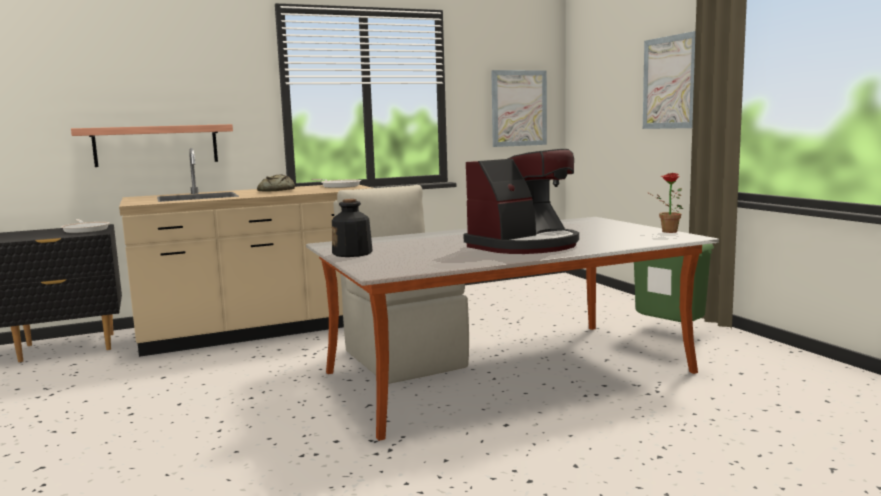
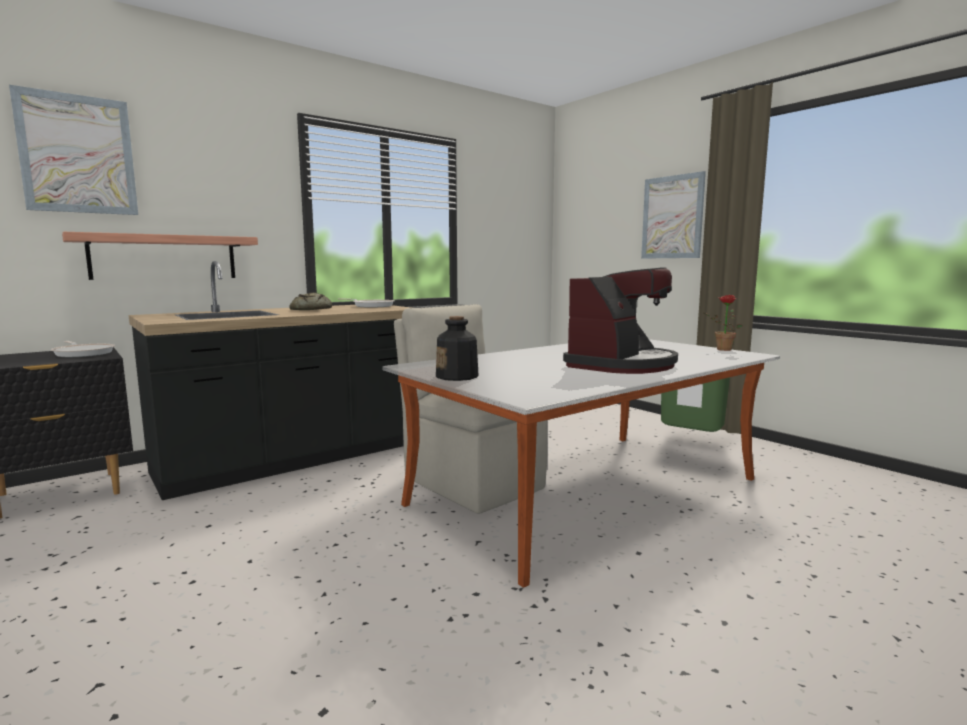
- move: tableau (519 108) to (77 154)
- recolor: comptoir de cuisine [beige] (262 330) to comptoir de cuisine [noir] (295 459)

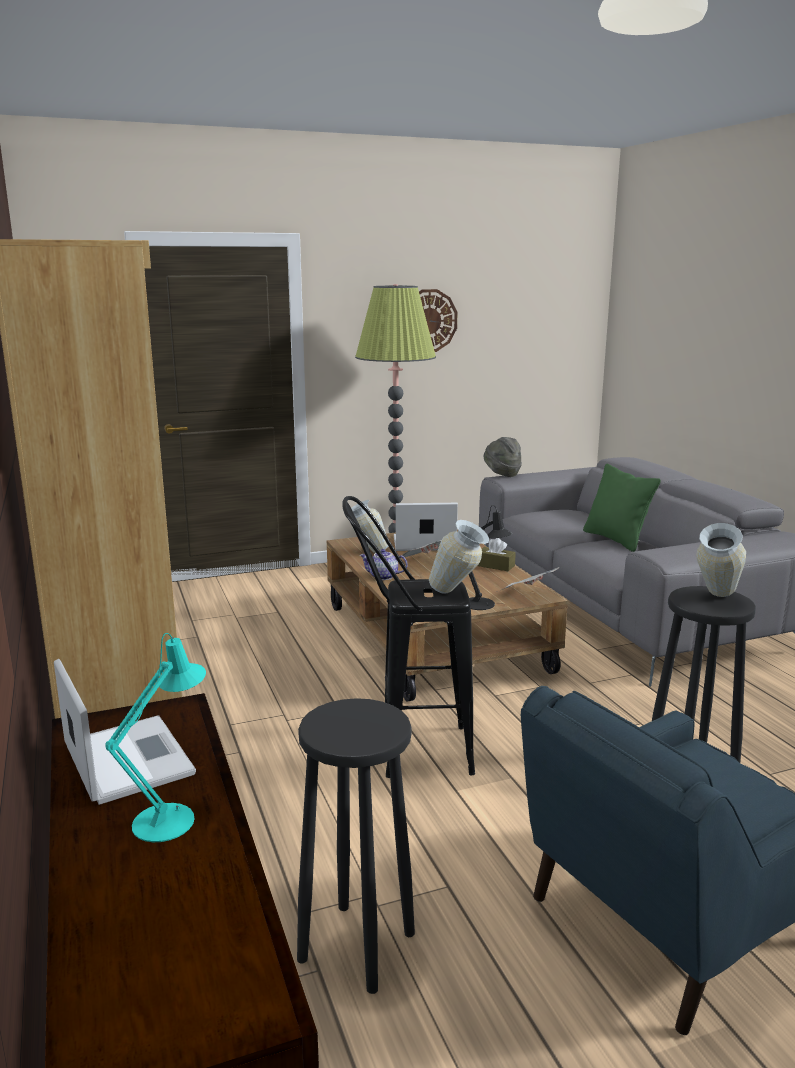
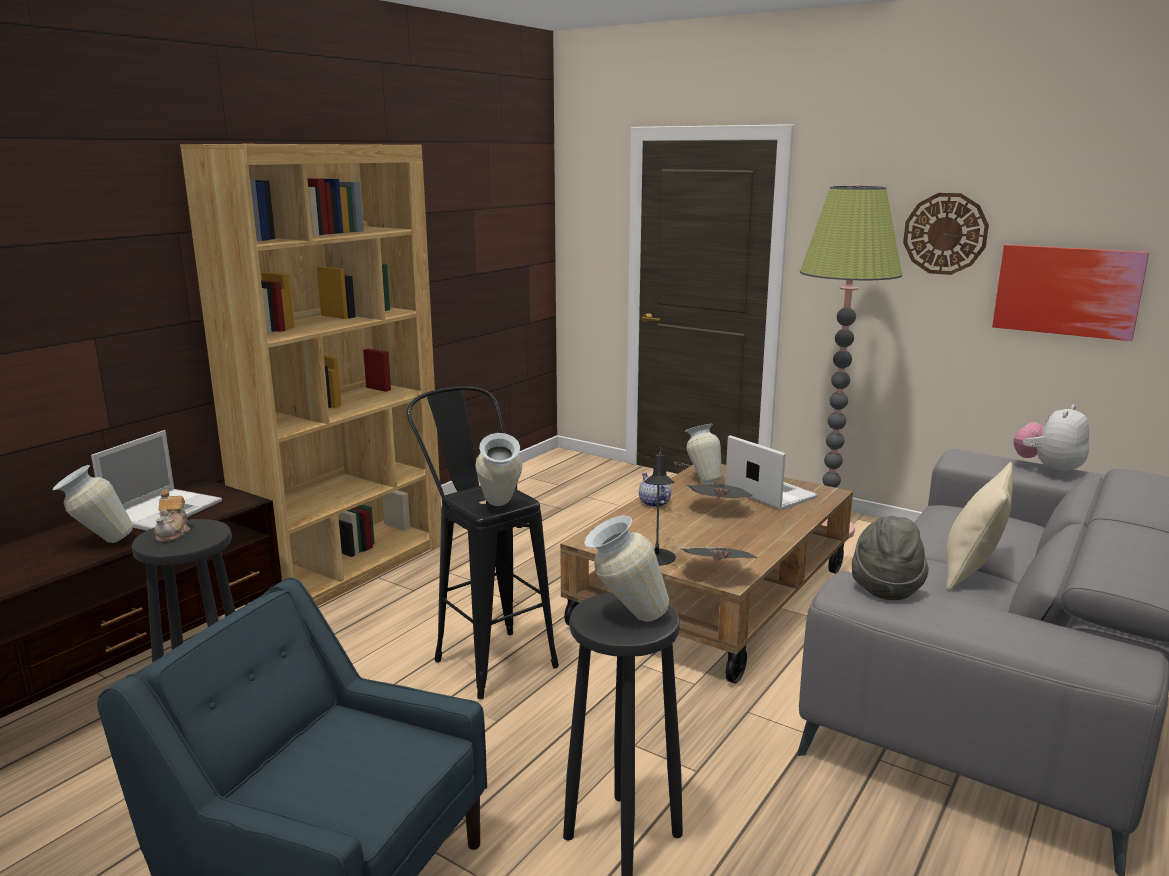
- delete: boîte à mouchoirs [marron] (495 566)
- insert: théière (173 533)
- insert: tableau (1067 291)
- insert: peluche (1048 469)
- move: chapeau [gris] (502 474) to (885 586)
- replace: lampe de table [turquoise] (171 817) to vase (98 542)
- recolor: coussin [vert] (616 540) to coussin [beige] (971 572)

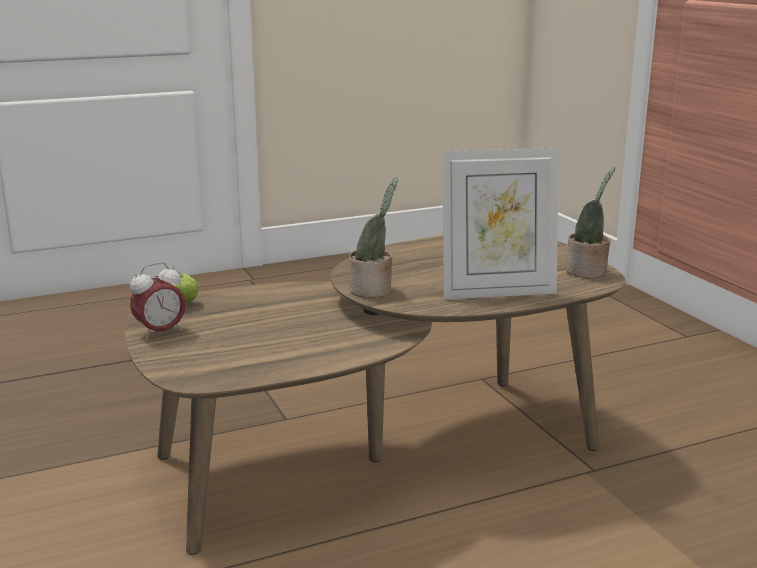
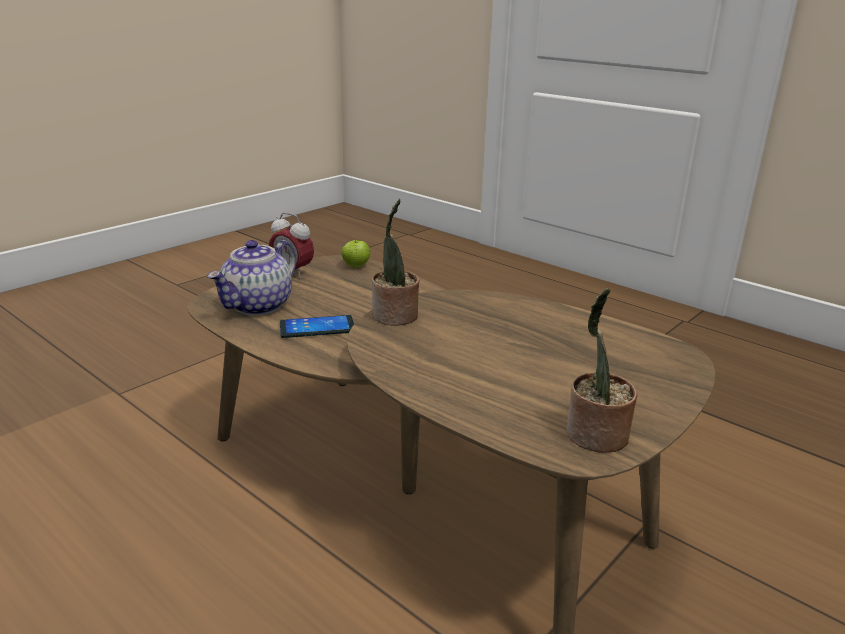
- delete: cadre photo (497 292)
- insert: théière (258 306)
- insert: téléphone (317 328)

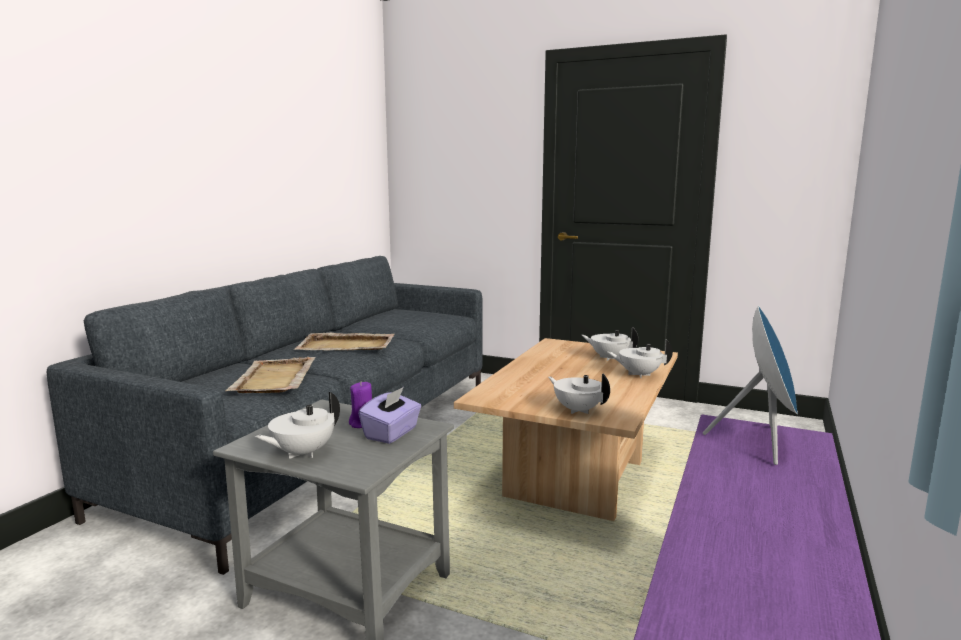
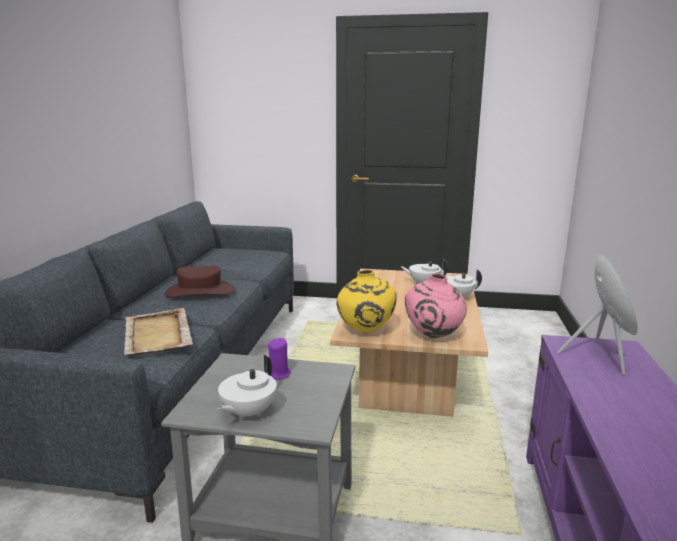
- delete: boîte à mouchoirs [violet] (392 433)
- insert: vase [jaune] (365 332)
- replace: plateau [beige] (347 345) to chapeau [marron] (200 292)
- replace: théière [blanc] (577 410) to vase [rose] (433 336)

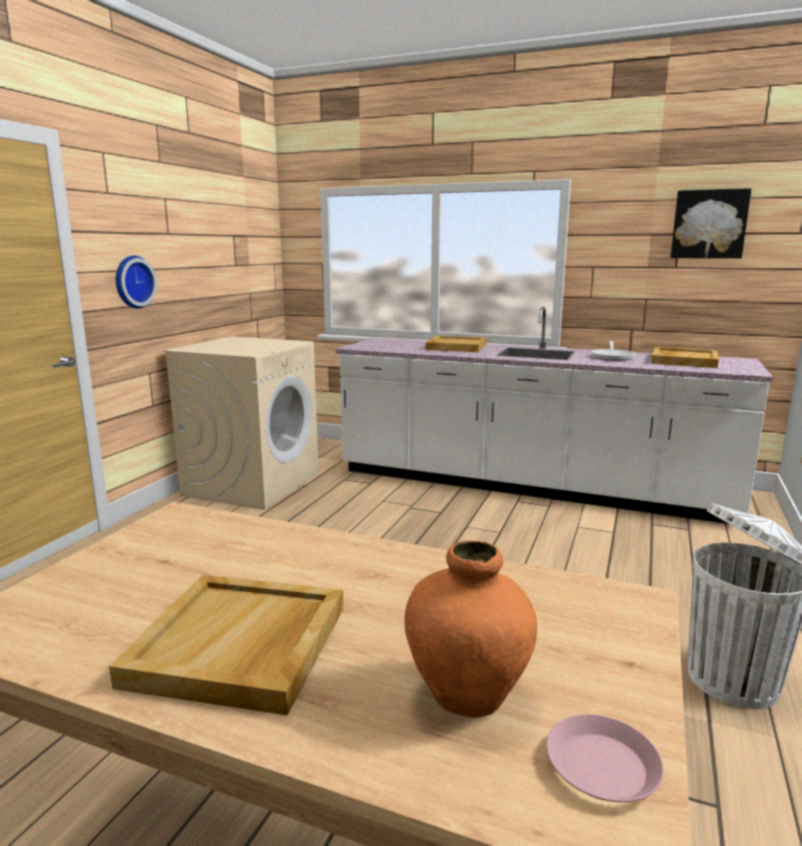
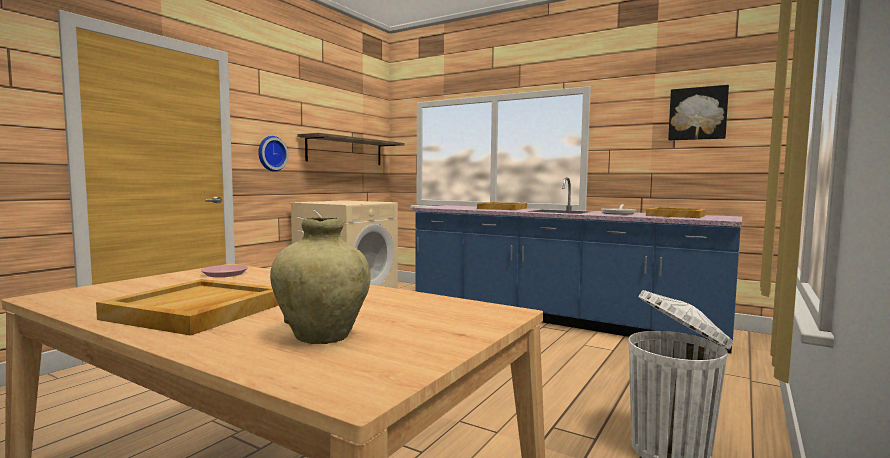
- insert: étagère (345 151)
- move: assiette [rose] (601 765) to (225 274)
- recolor: comptoir de cuisine [blanc] (529 486) to comptoir de cuisine [bleu] (557 318)
- recolor: vase [orange] (467 695) to vase [beige] (322 337)

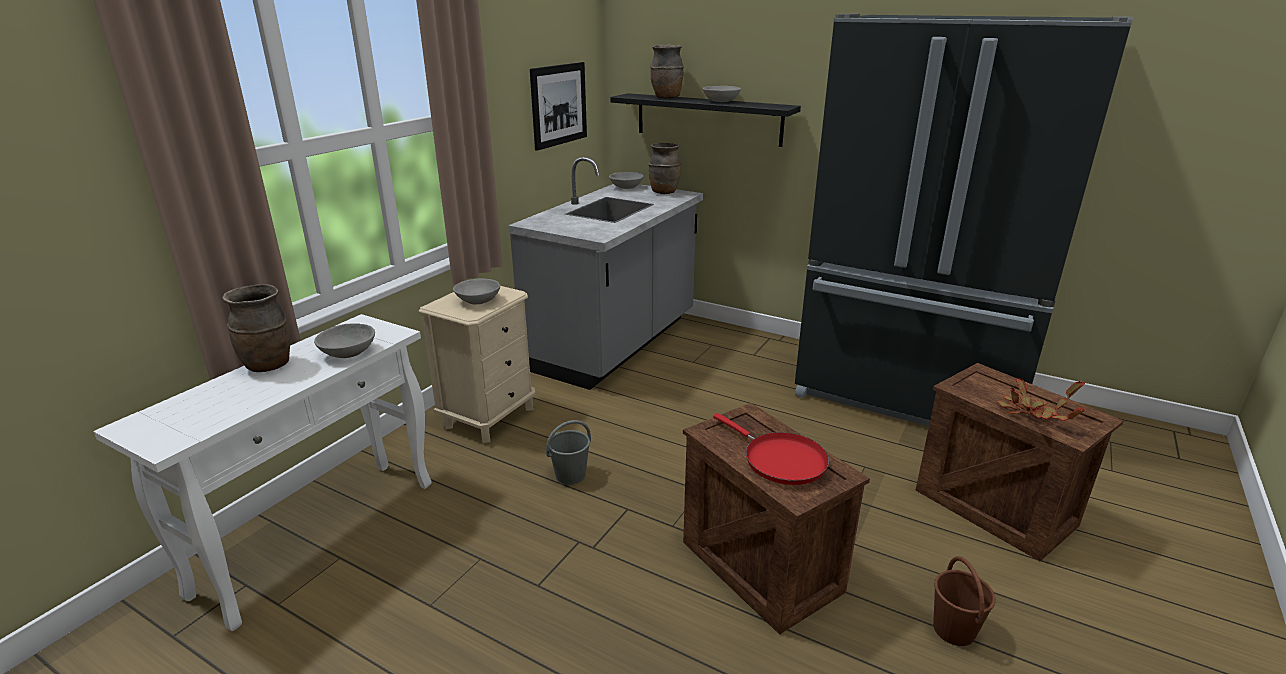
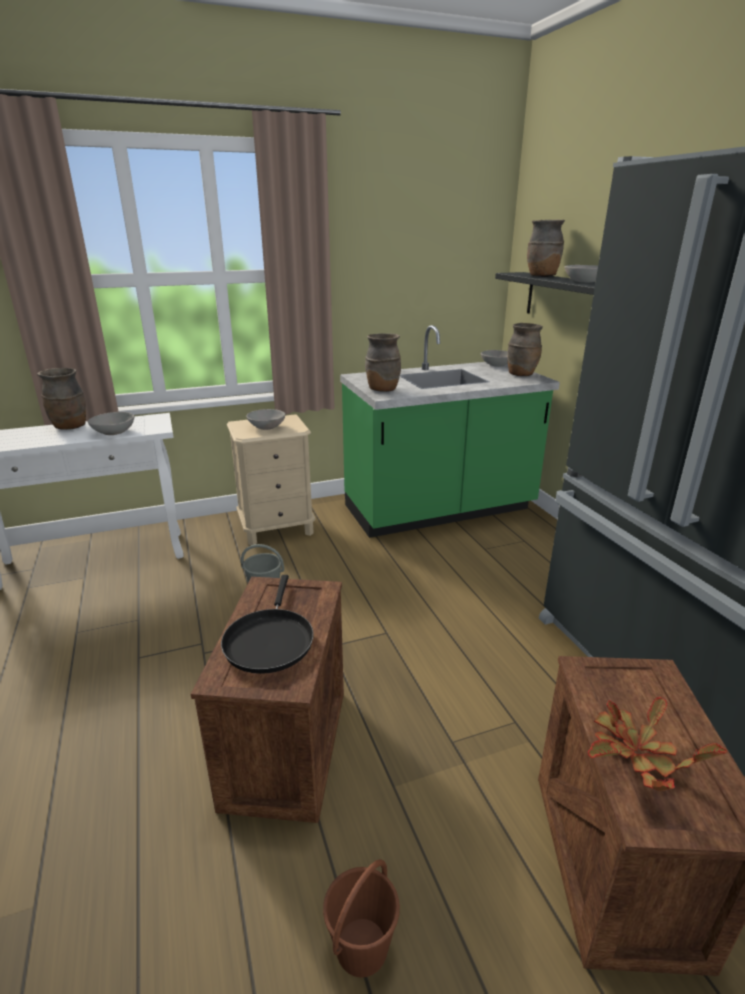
- delete: tableau (559 105)
- insert: vase [marron] (382 390)
- recolor: comptoir de cuisine [gris] (615 344) to comptoir de cuisine [vert] (439 510)
- recolor: poêle [rouge] (780 460) to poêle [noir] (269 640)

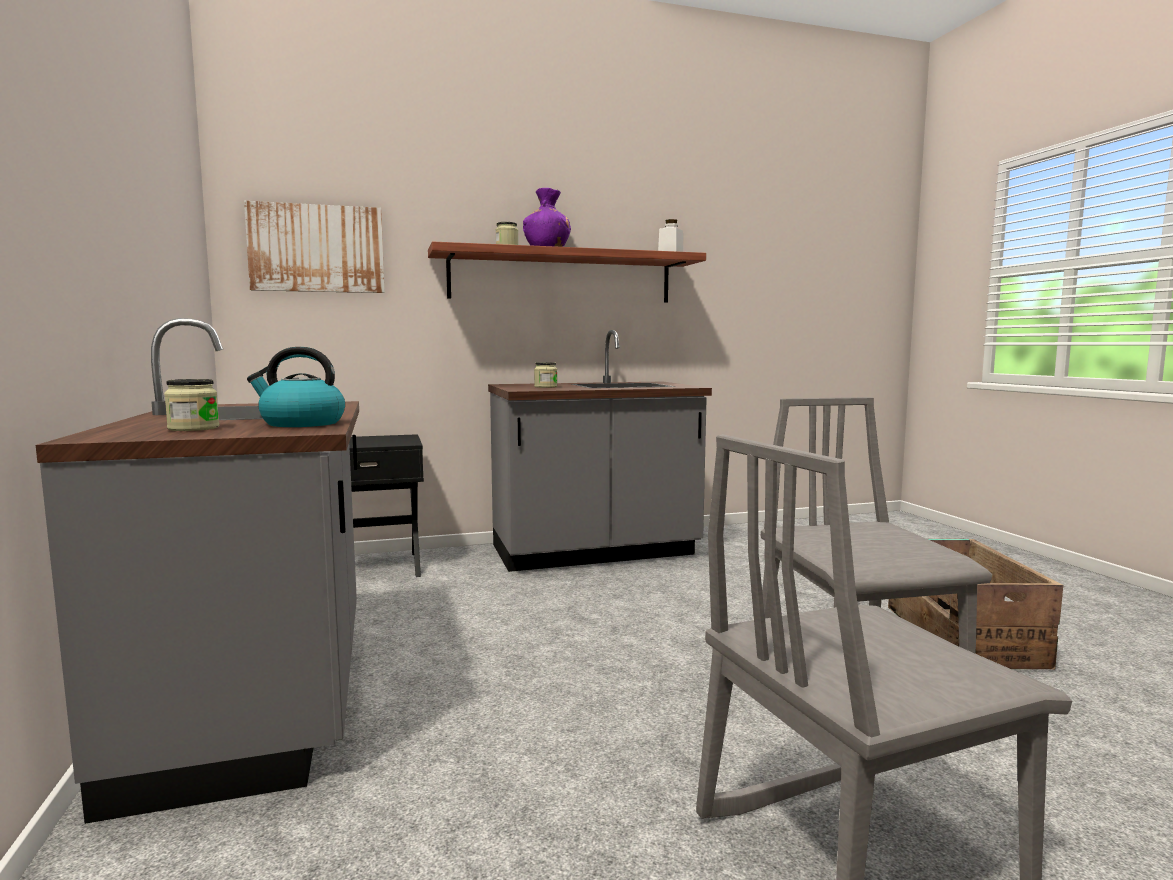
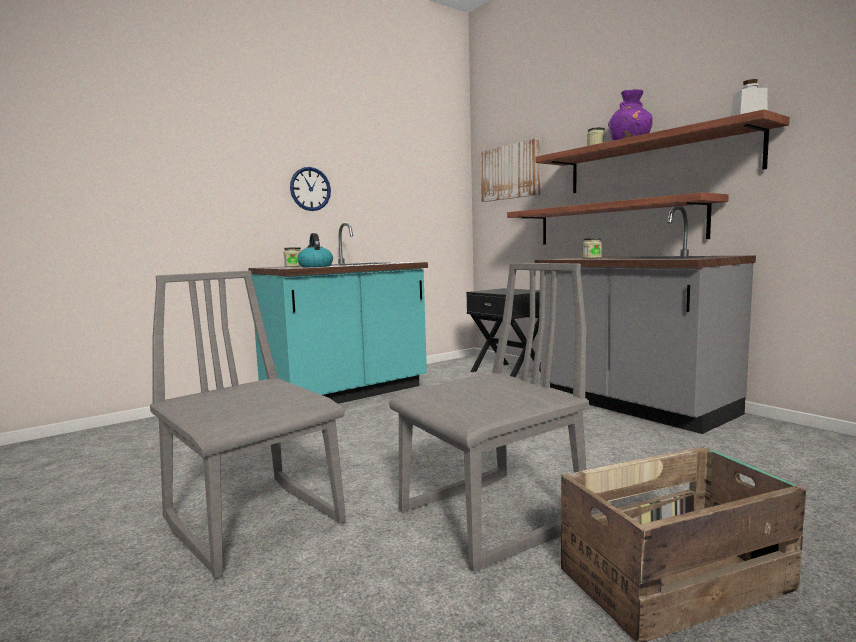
- insert: horloge murale (310 189)
- insert: étagère (615 223)
- recolor: comptoir de cuisine [gris] (261 700) to comptoir de cuisine [turquoise] (346 393)

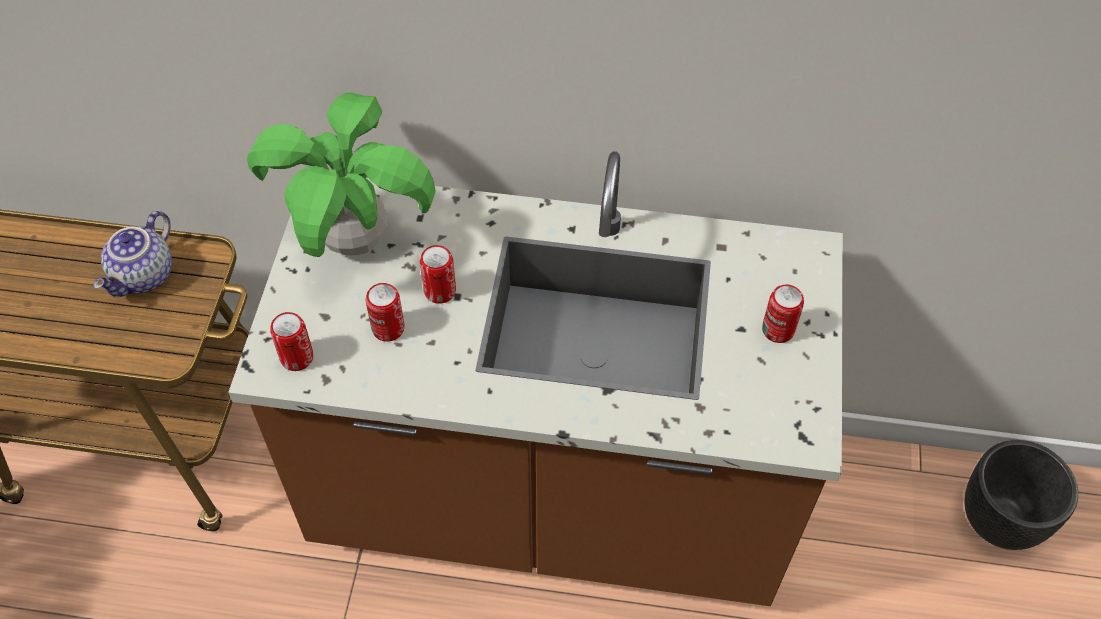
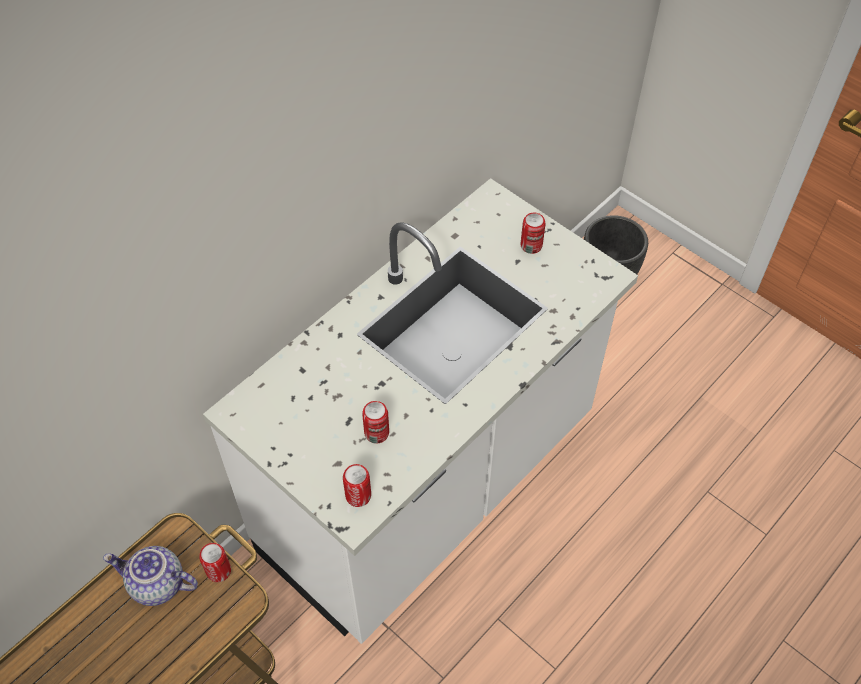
- delete: plante en pot (355 240)
- move: boîte métallique (440 291) to (219 571)
- recolor: comptoir de cuisine [marron] (548 502) to comptoir de cuisine [blanc] (430 488)
- rotate: théière (145 276) = (156 585) 135 degrees clockwise

